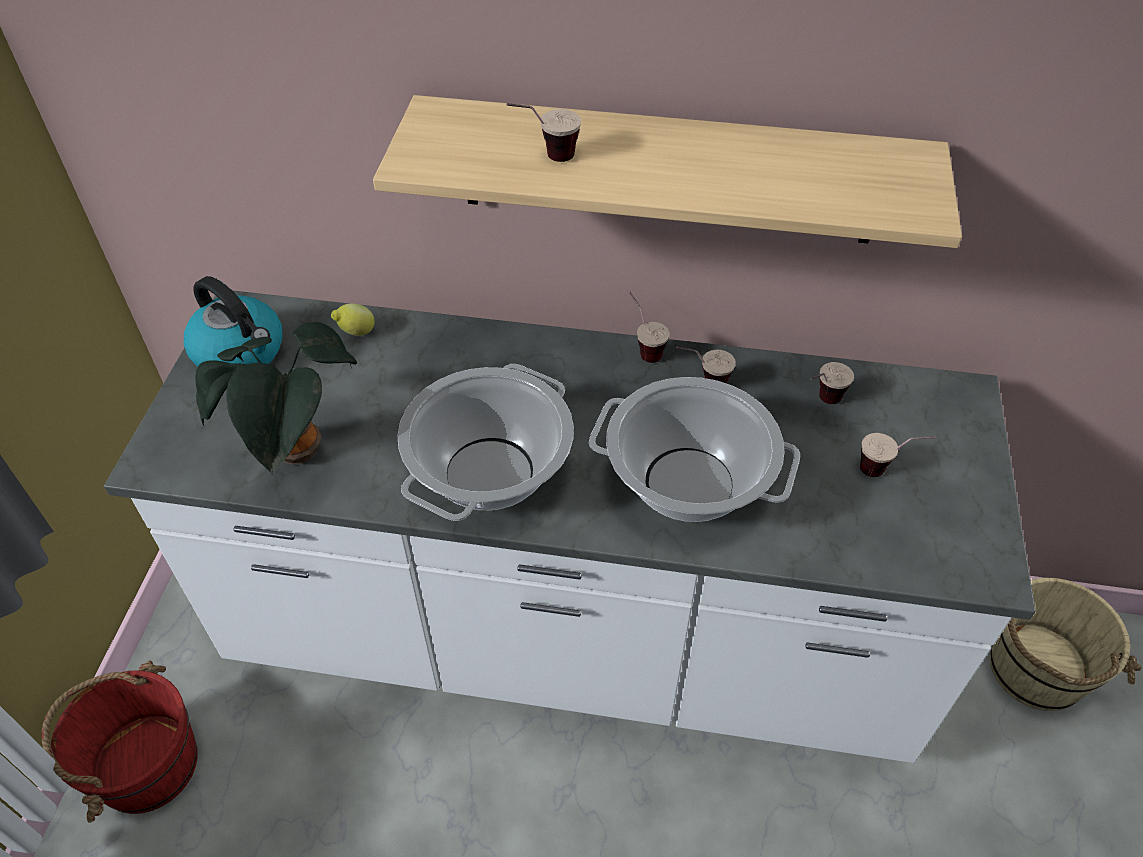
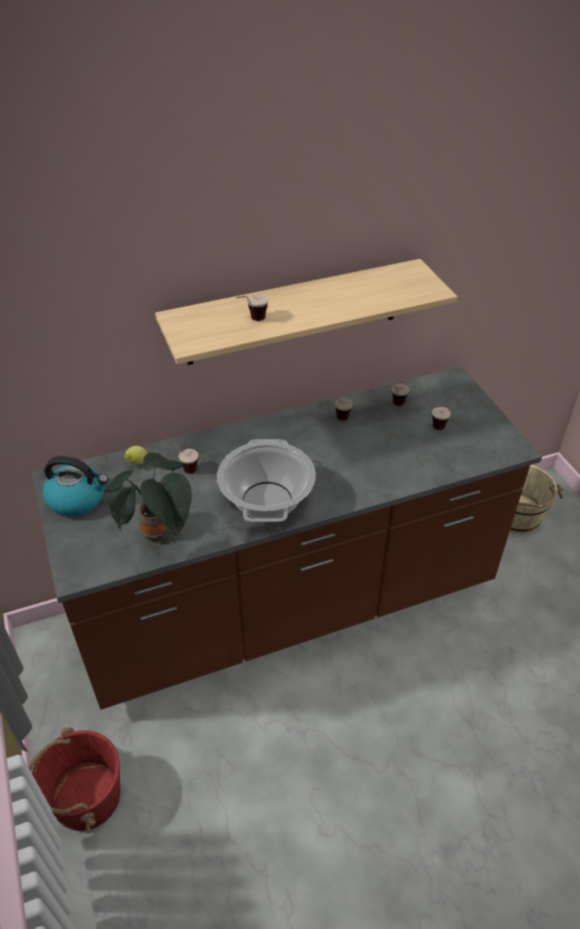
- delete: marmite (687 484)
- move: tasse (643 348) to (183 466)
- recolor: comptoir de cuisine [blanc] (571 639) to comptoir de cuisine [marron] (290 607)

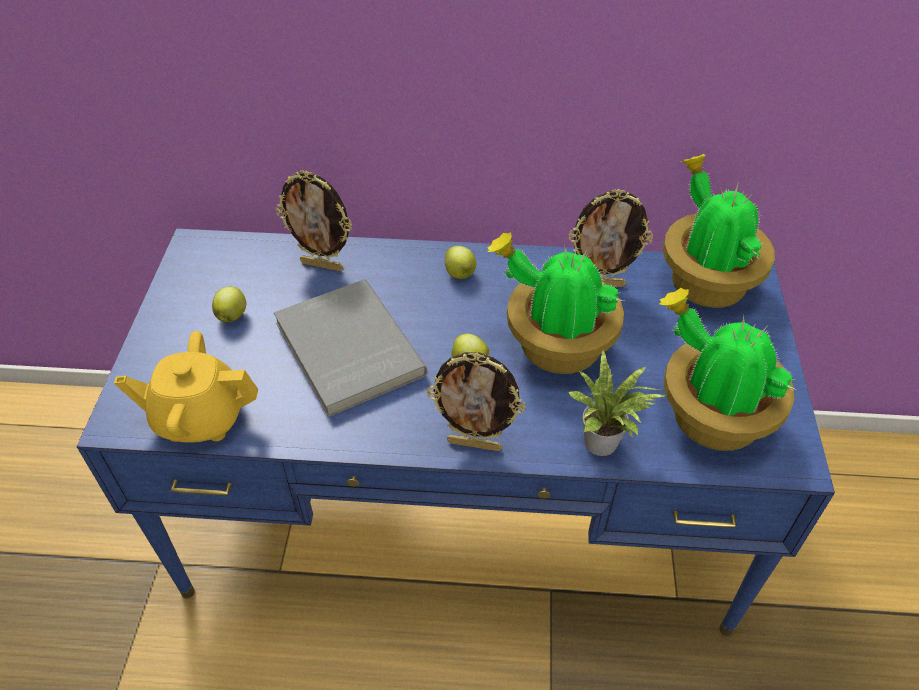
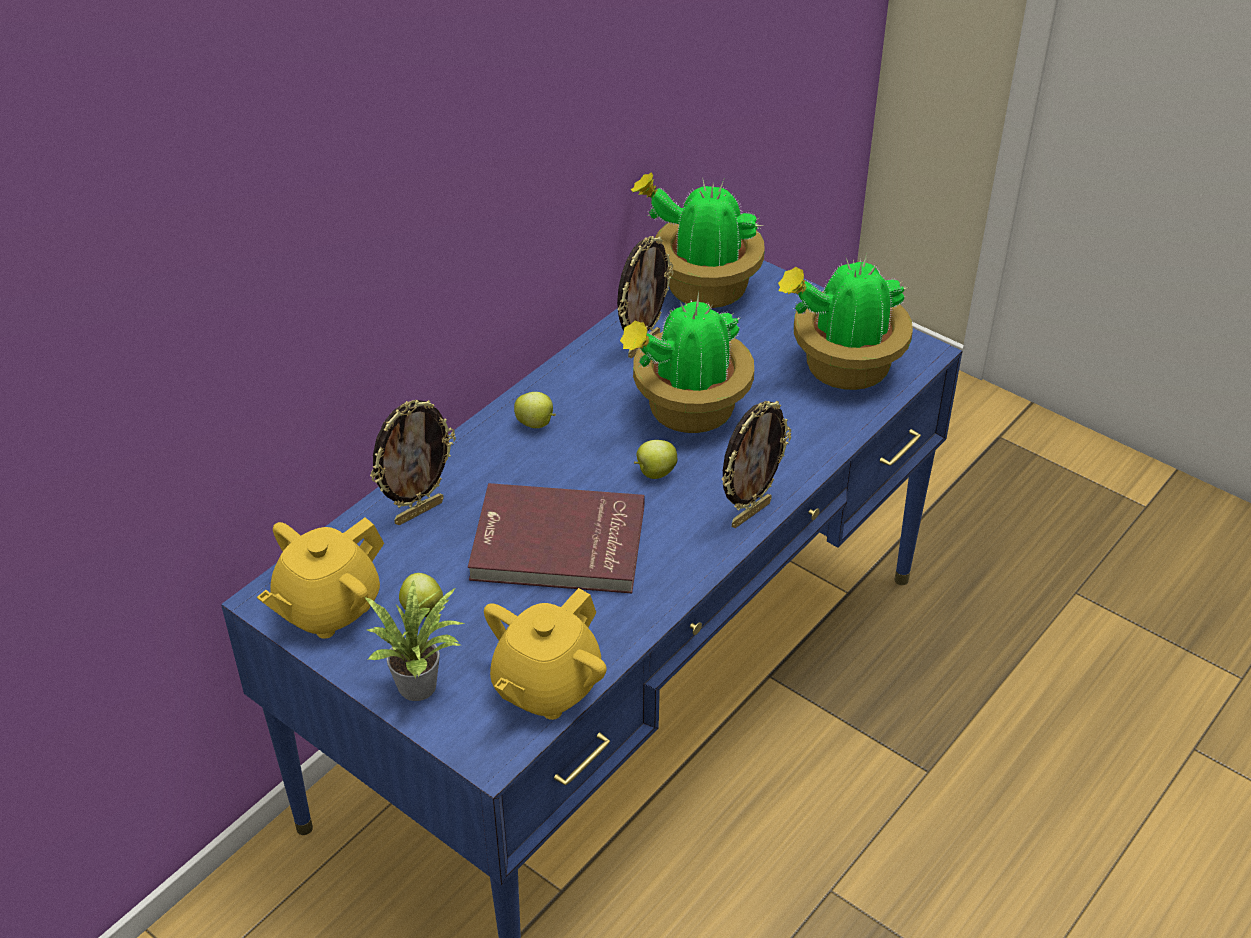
- insert: théière [jaune] (327 607)
- move: plante en pot (605 444) to (422 684)
- recolor: livre [gris] (346 350) to livre [rouge] (558 545)

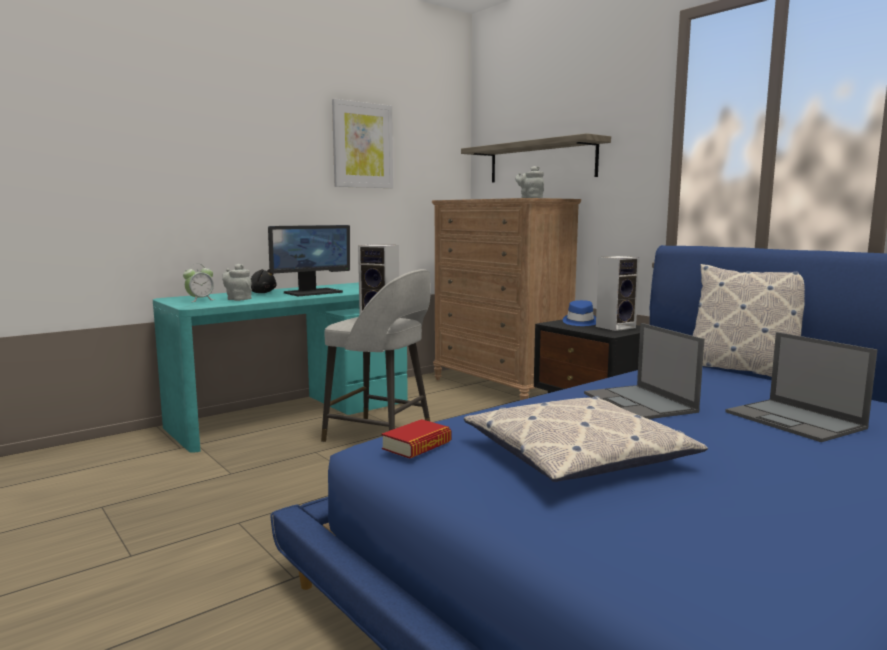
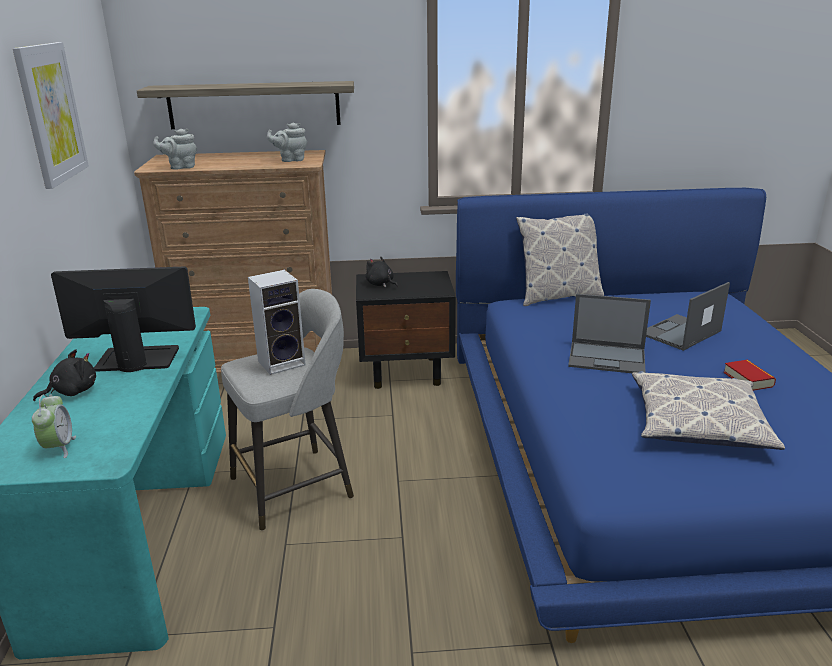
- delete: enceinte (616 327)
- move: théière [gris] (238 299) to (180 167)
- move: livre (417 445) to (748 379)
- replace: chapeau [bleu] (580 322) to peluche [noir] (381 284)
- rotate: écran d'ordinateur (313 292) = (136 359) 90 degrees counterclockwise
- rotate: ordinateur portable (795 420) = (679 333) 135 degrees clockwise

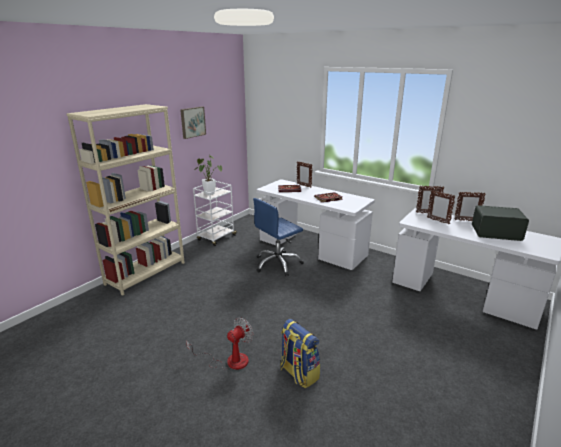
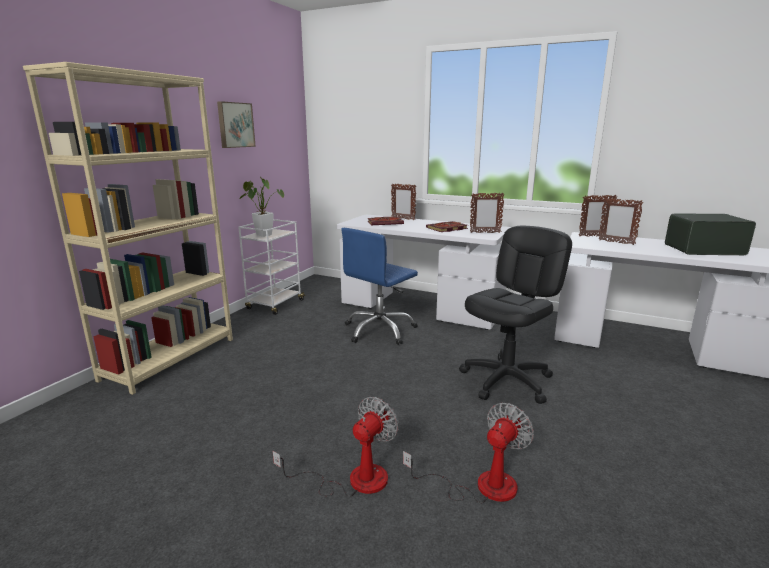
- insert: chaise de bureau [noir] (507 380)
- move: cadre photo (466 220) to (485 232)
- replace: sac à dos (298 373) to ventilateur (481 486)

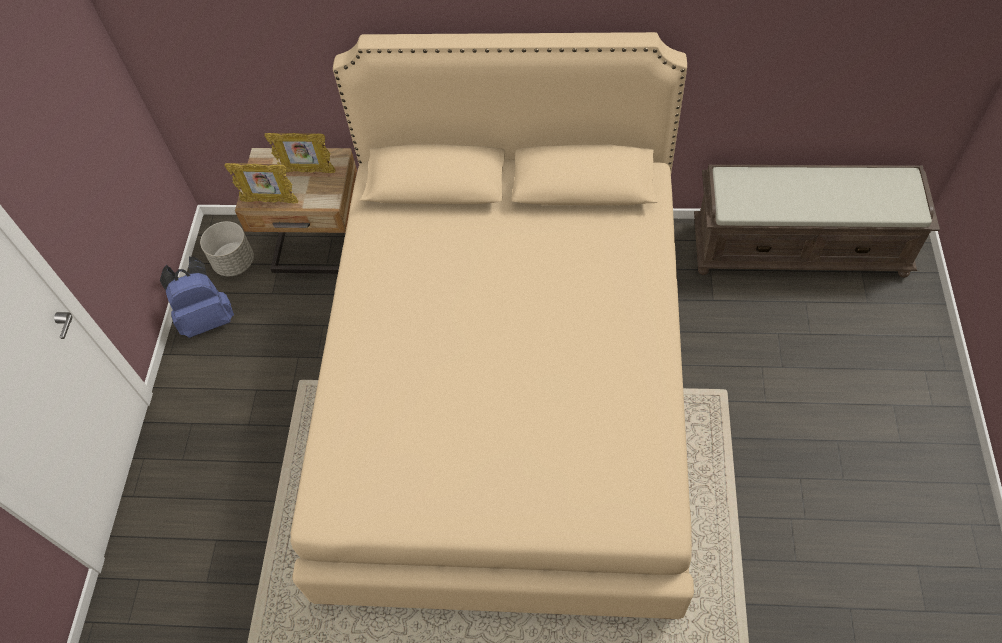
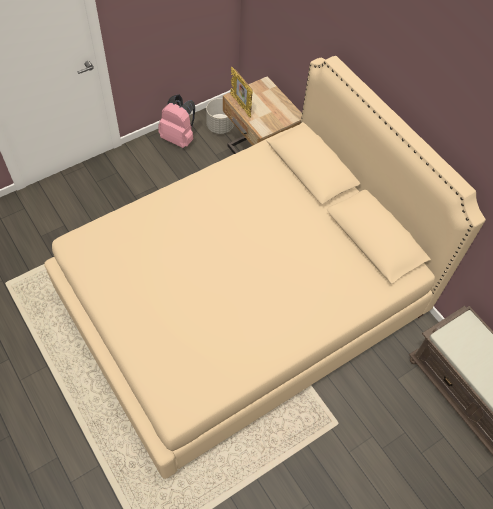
- delete: cadre photo (307 171)
- recolor: sac à dos [bleu] (208 318) to sac à dos [rose] (179 138)

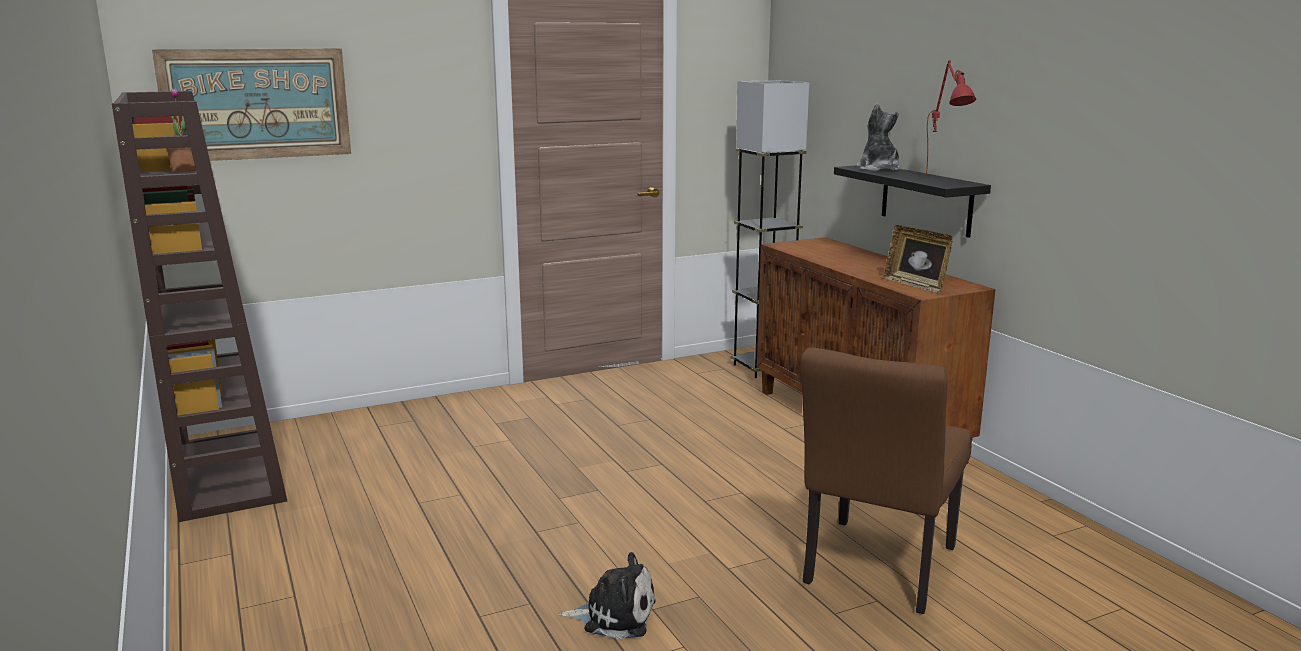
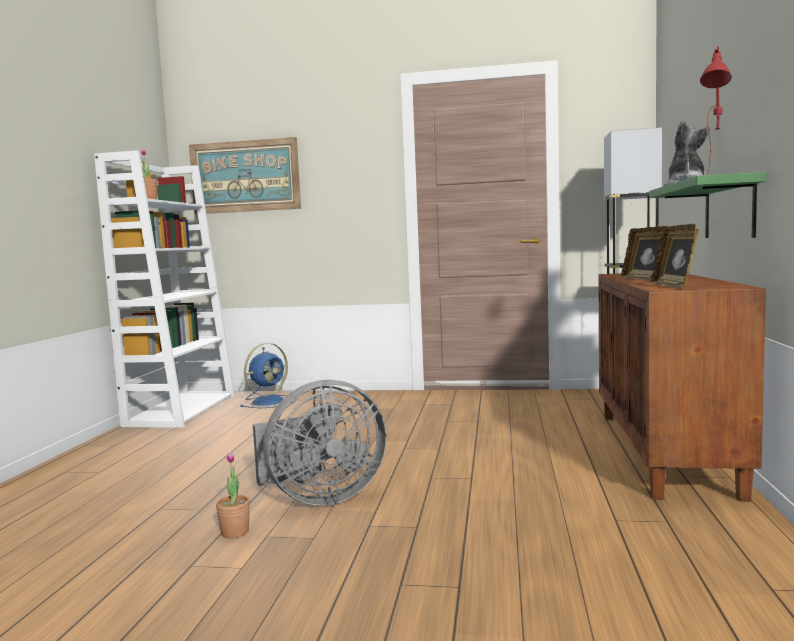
- delete: chaise [marron] (875 571)
- insert: ventilateur [bleu] (270 402)
- insert: ventilateur [gris] (320 497)
- insert: cadre photo (644 279)
- replace: peluche (614 615) to plante en pot (235 532)
- recolor: bibliothèque [marron] (226 473) to bibliothèque [blanc] (181 410)
- recolor: étagère [noir] (926 200) to étagère [vert] (729 209)

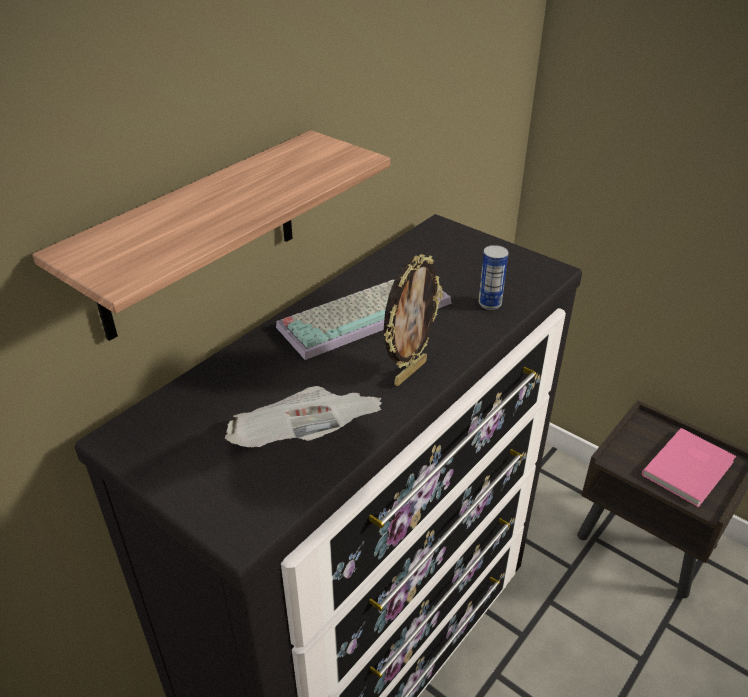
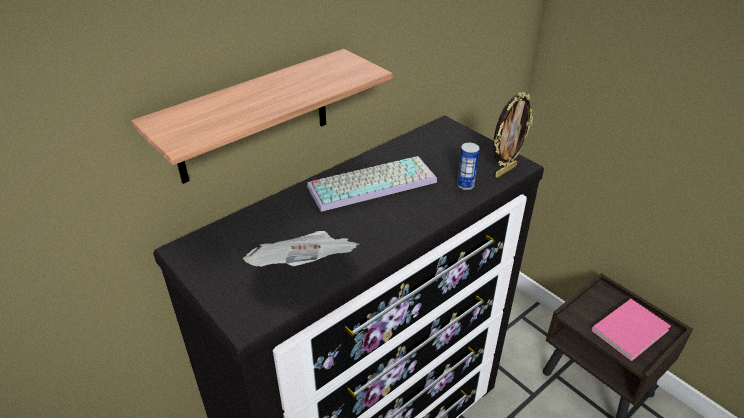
- move: cadre photo (409 372) to (505 171)

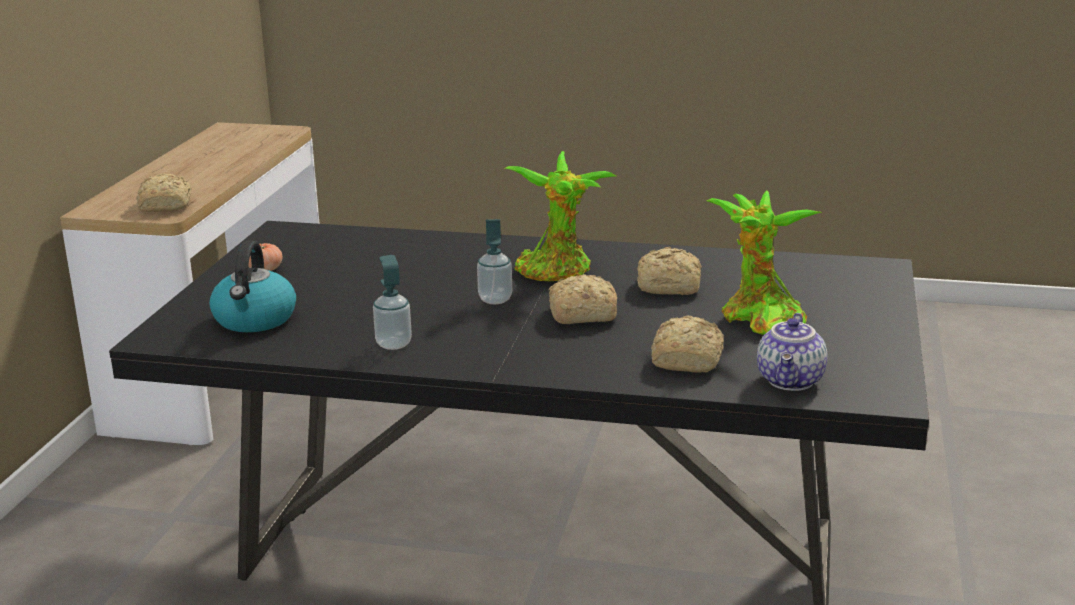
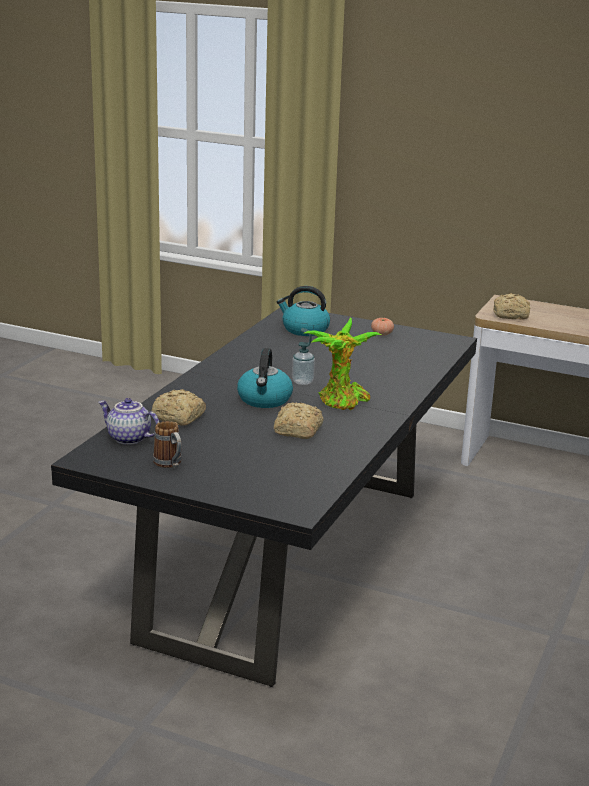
- delete: distributeur de savon (393 344)
- delete: plante en pot (759 320)
- insert: mug (170 464)
- replace: pain (580 314) to bouilloire (265 400)

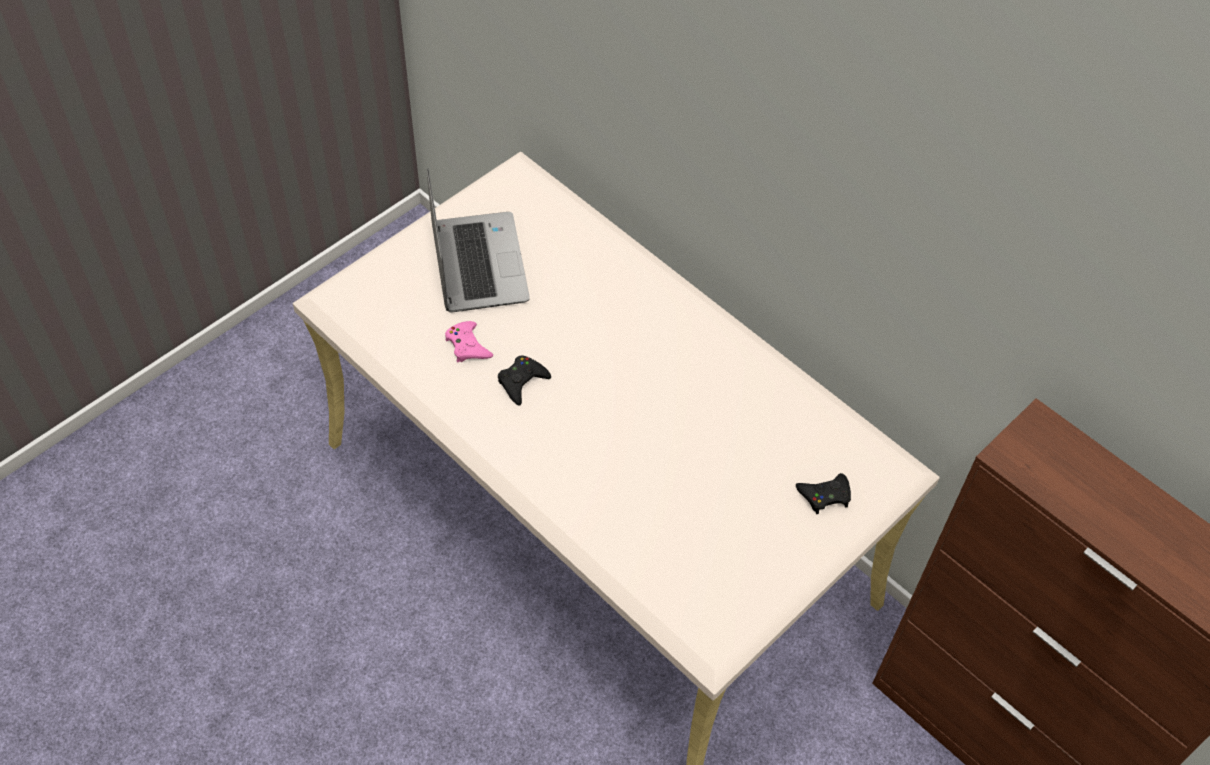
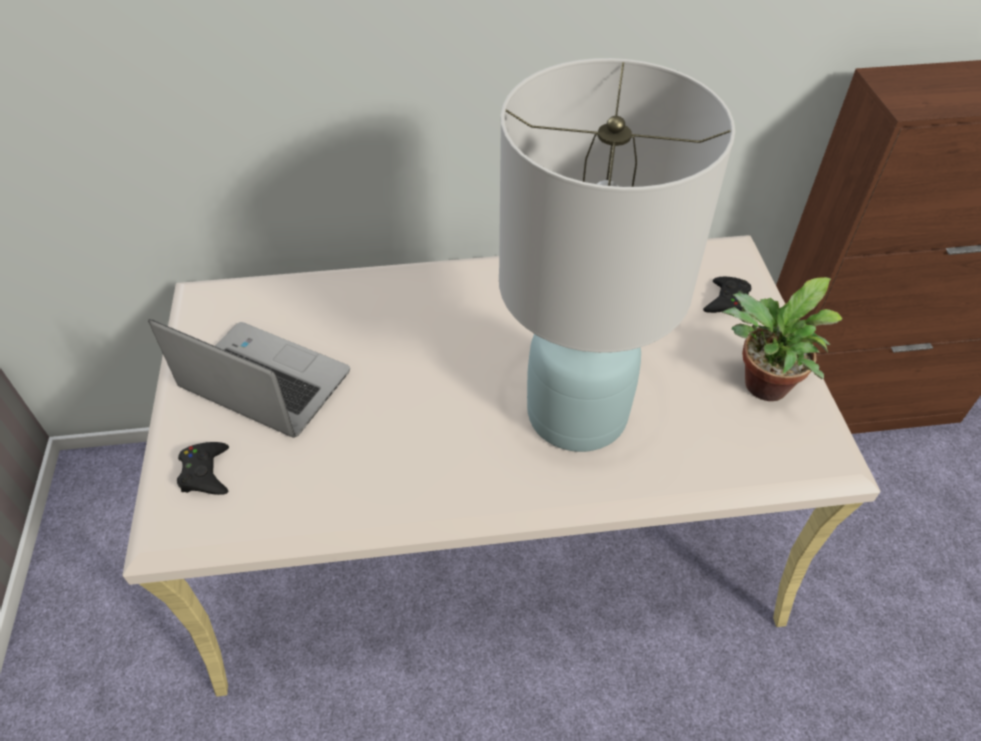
- delete: manette [rose] (467 346)
- insert: lampe de table [blanc] (576 413)
- insert: plante en pot (761 387)
- move: manette [noir] (522 382) to (205 473)

